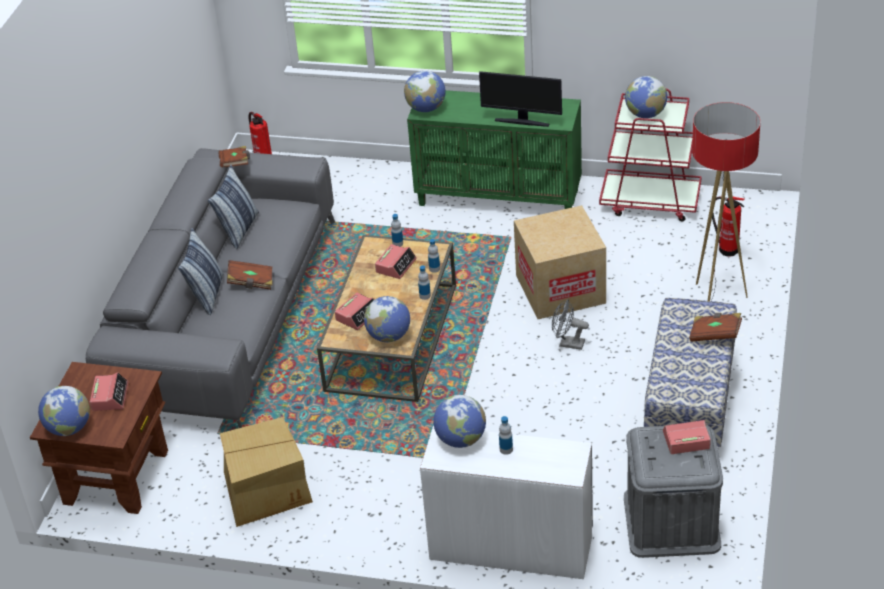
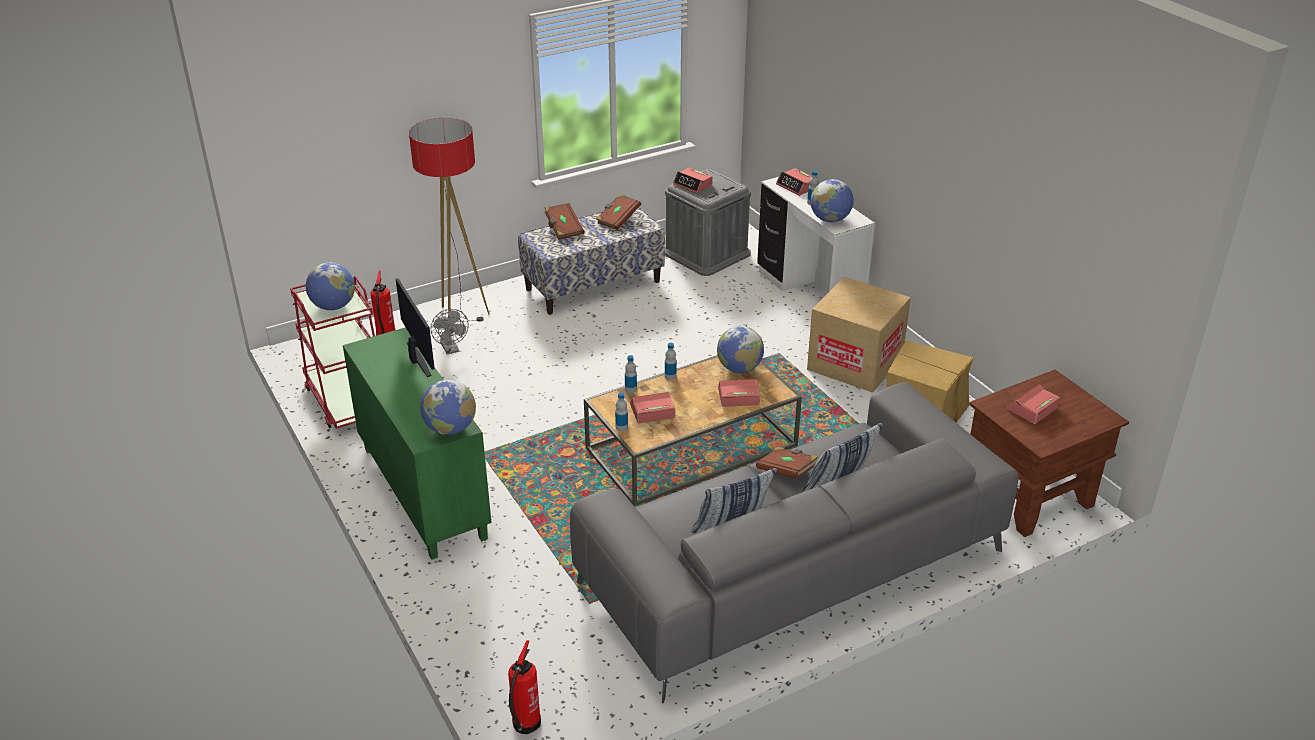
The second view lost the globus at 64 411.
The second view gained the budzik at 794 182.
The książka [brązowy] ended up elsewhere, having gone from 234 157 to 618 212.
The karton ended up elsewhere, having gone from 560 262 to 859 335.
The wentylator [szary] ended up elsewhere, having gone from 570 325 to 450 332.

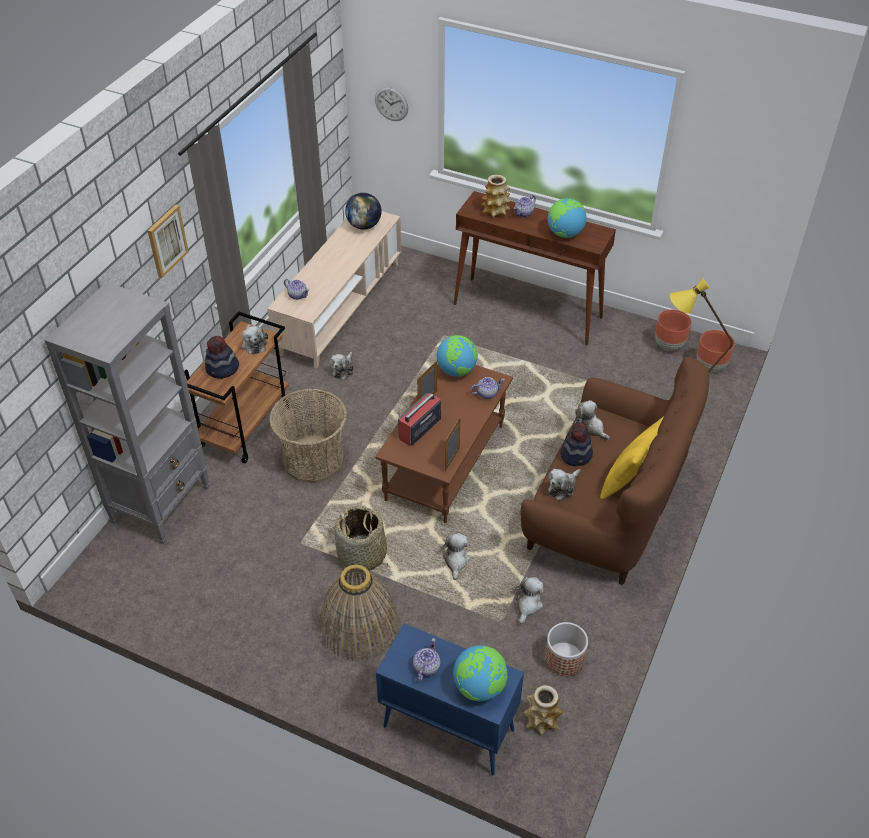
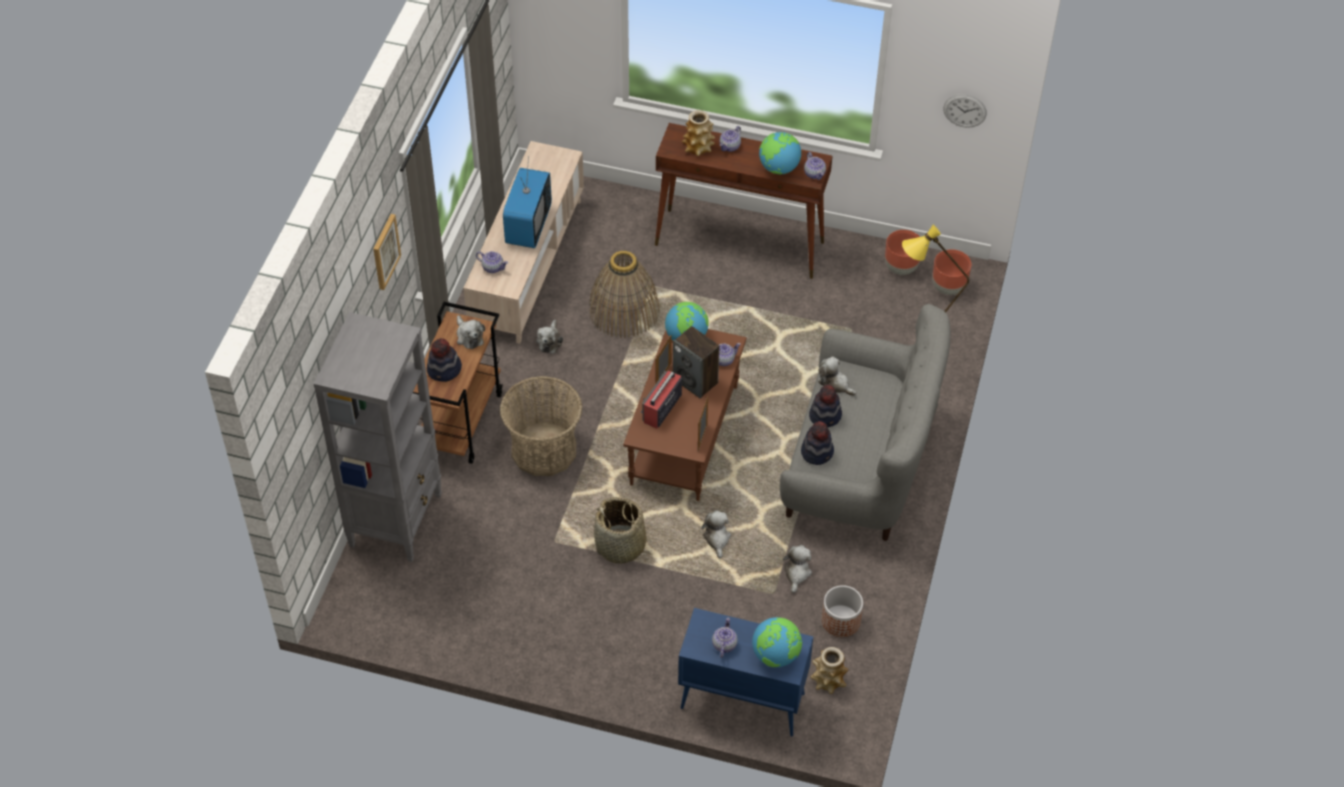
The second view lost the globus at 363 211.
The second view lost the poduszka [żółty] at 632 457.
The second view gained the telewizor at 527 202.
The second view gained the głośnik at 696 362.
The second view gained the imbryk at 815 166.
The koszyk ended up elsewhere, having gone from 360 612 to 624 294.
The zegar ścienny ended up elsewhere, having gone from 391 104 to 965 111.
Where the pluszak stood at 564 485, the kapelusz came to stand at 817 443.
What was the kanapa [brązowy] at 615 471 turned into the kanapa [szary] at 865 422.

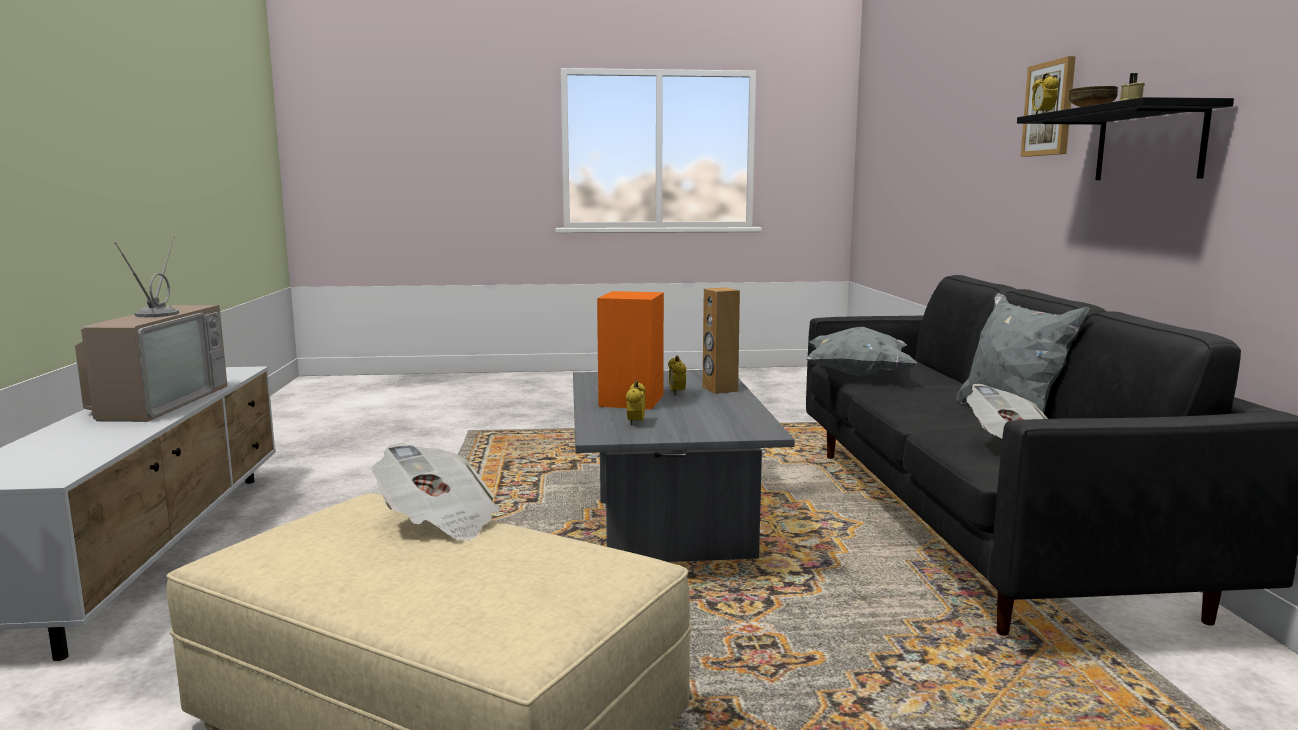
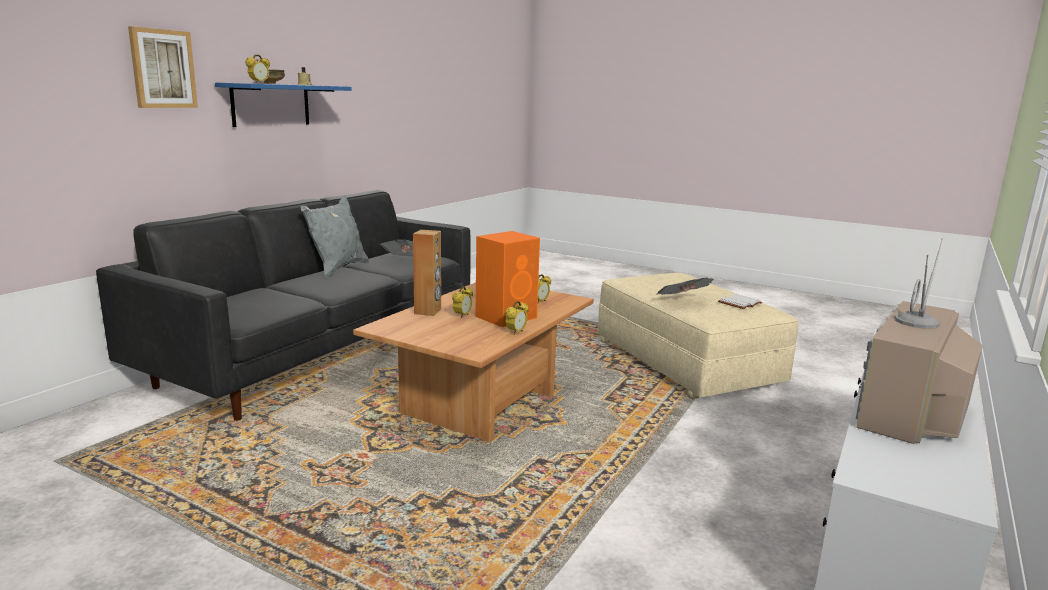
The second view lost the poduszka [szary] at 861 351.
The second view gained the budzik at 517 318.
The second view gained the książka [biały] at 740 301.
What was the ława [szary] at 684 466 turned into the ława [brązowy] at 473 362.
What was the półka [czarny] at 1125 138 turned into the półka [niebieski] at 283 105.

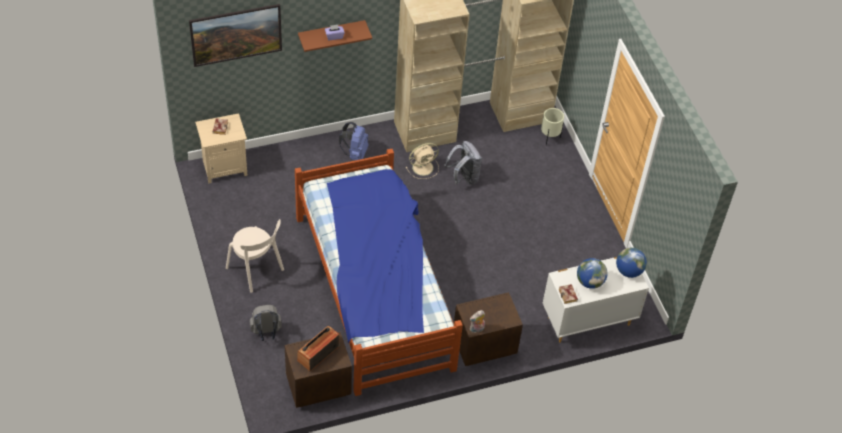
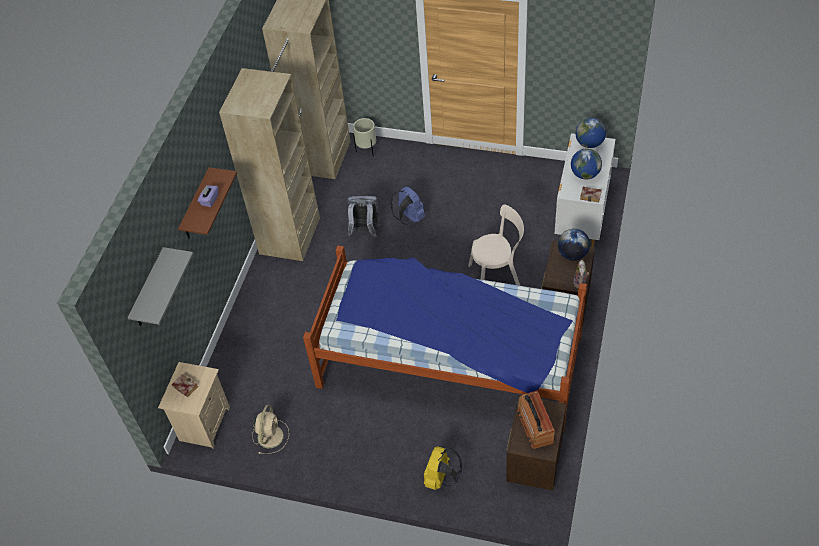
The second view gained the globus at 574 245.
The krzesło [beżowy] ended up elsewhere, having gone from 255 256 to 496 245.
The plecak [niebieski] ended up elsewhere, having gone from 354 141 to 407 205.
The wentylator [beżowy] ended up elsewhere, having gone from 422 161 to 270 429.
Where the obraz hung at 235 35, the półka [szary] came to hang at 160 286.
What was the plecak [szary] at 266 323 turned into the plecak [żółty] at 443 468.

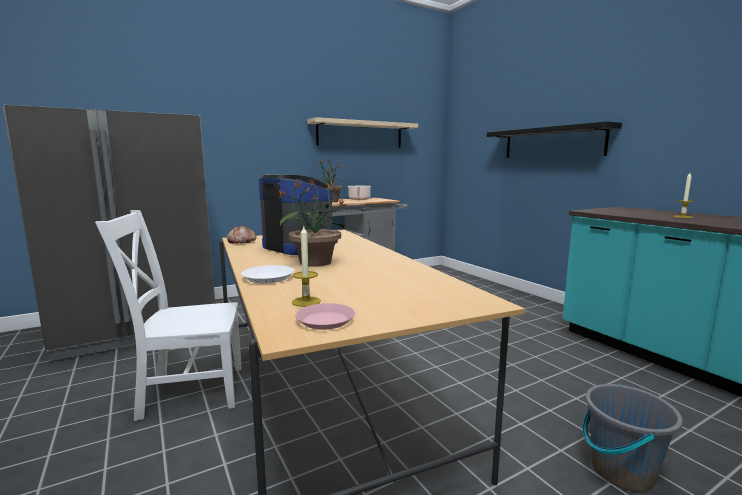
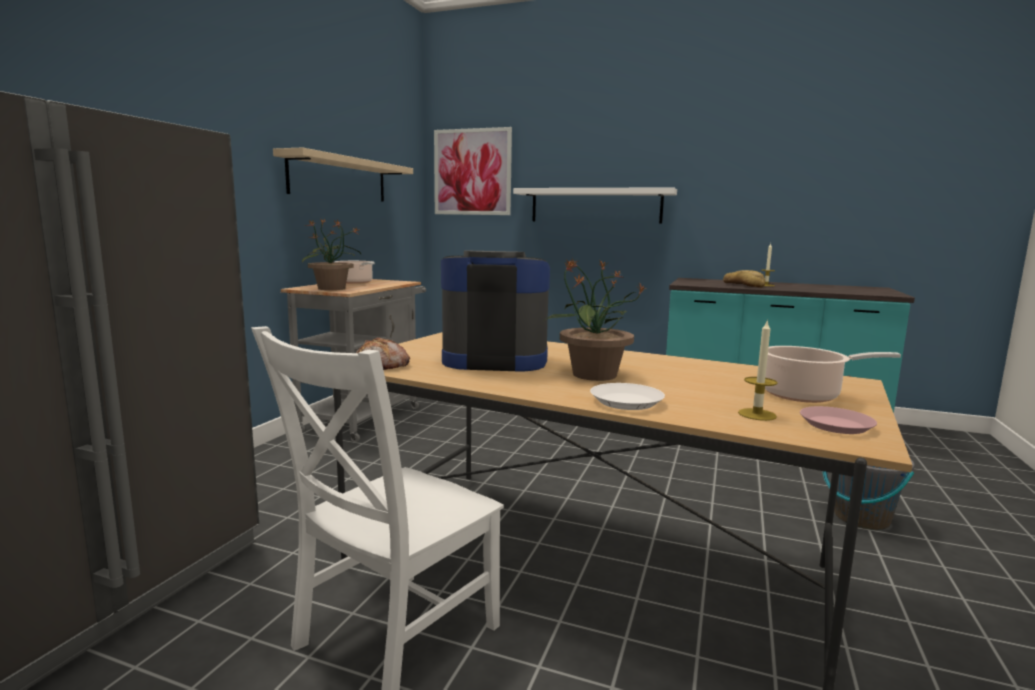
The second view gained the obraz at 473 171.
The second view gained the chleb at 744 279.
The second view gained the garnek at 833 374.
What was the półka [czarny] at 554 139 turned into the półka [biały] at 595 205.

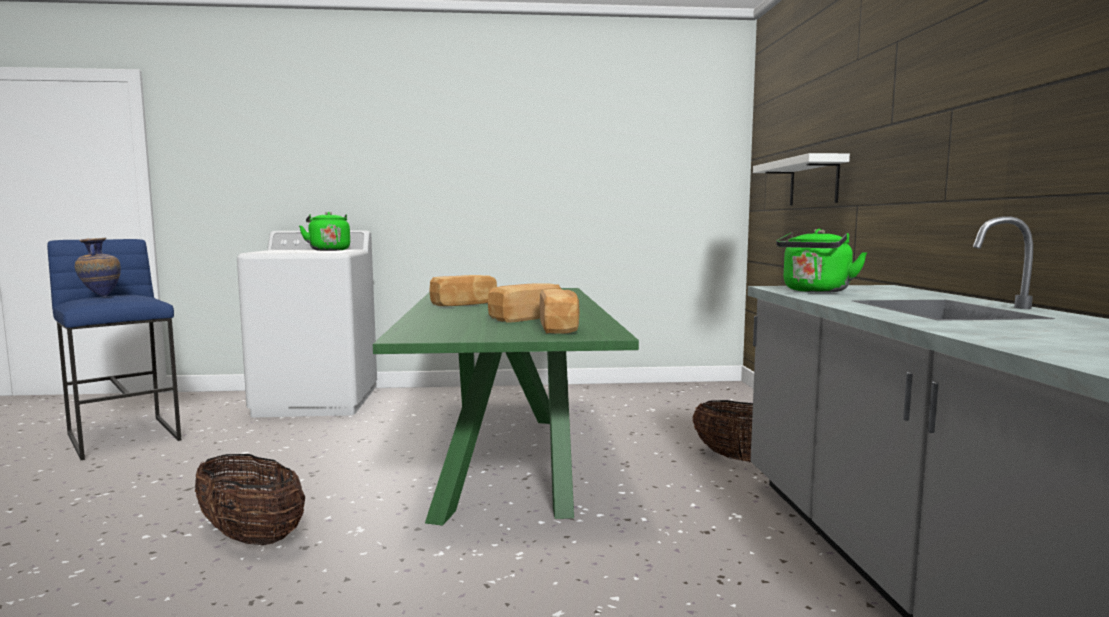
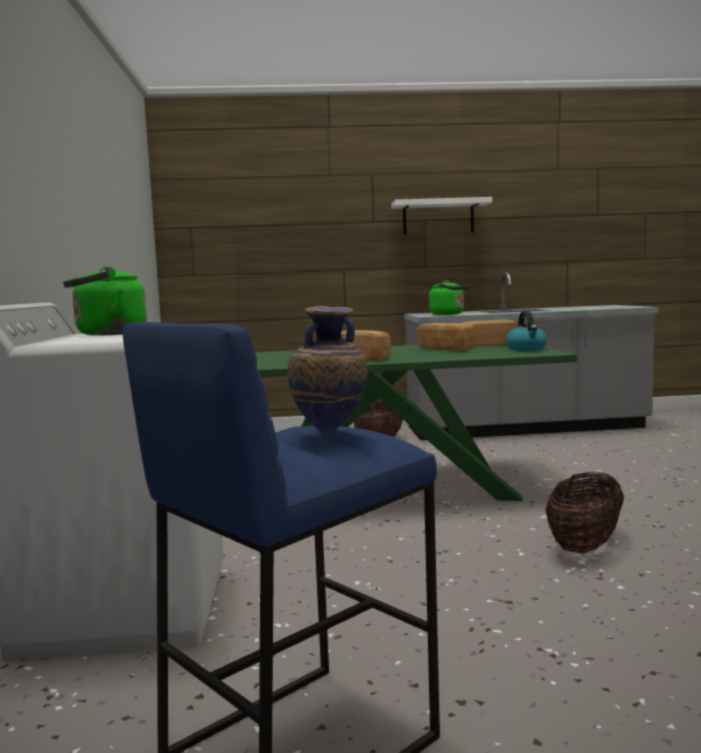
The second view gained the czajnik at 526 331.
The półka [biały] ended up elsewhere, having gone from 801 179 to 441 216.

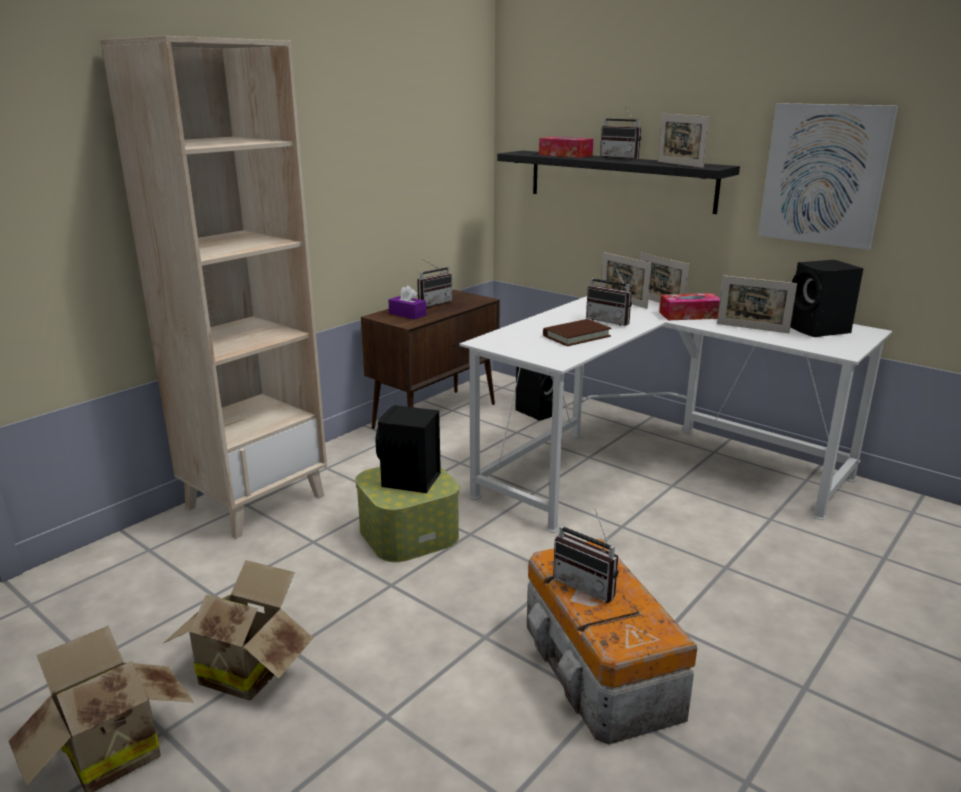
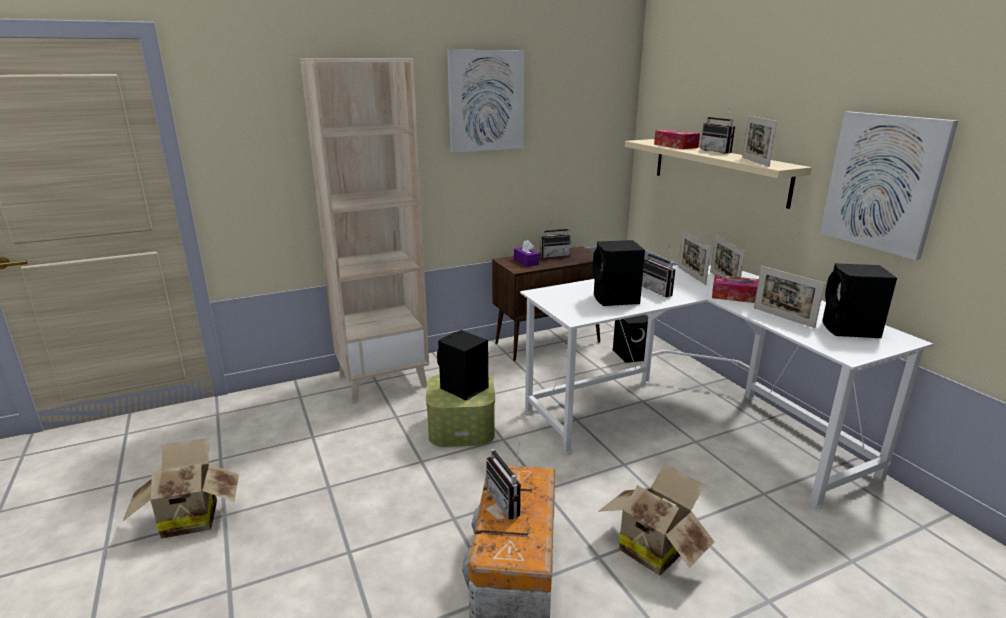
The second view gained the obraz at 485 101.
The karton ended up elsewhere, having gone from 237 630 to 656 520.
Where the książka [brązowy] stood at 577 332, the głośnik [czarny] came to stand at 619 273.
What was the półka [czarny] at 618 182 turned into the półka [beżowy] at 718 174.

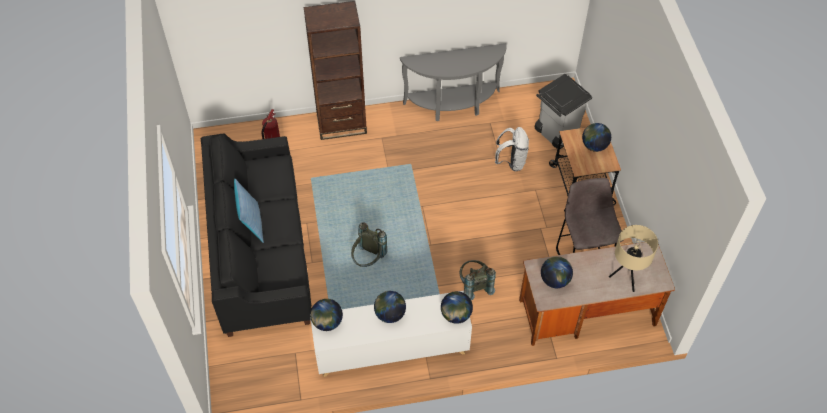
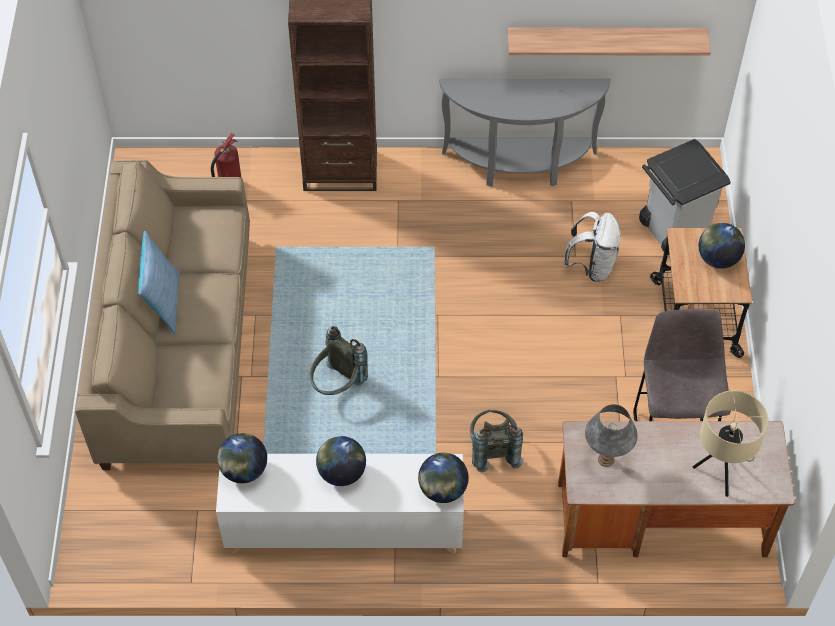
The second view gained the półka at 609 41.
Where the globus stood at 557 272, the lampa stołowa [szary] came to stand at 611 435.
What was the kanapa [czarny] at 256 235 turned into the kanapa [beżowy] at 162 315.

